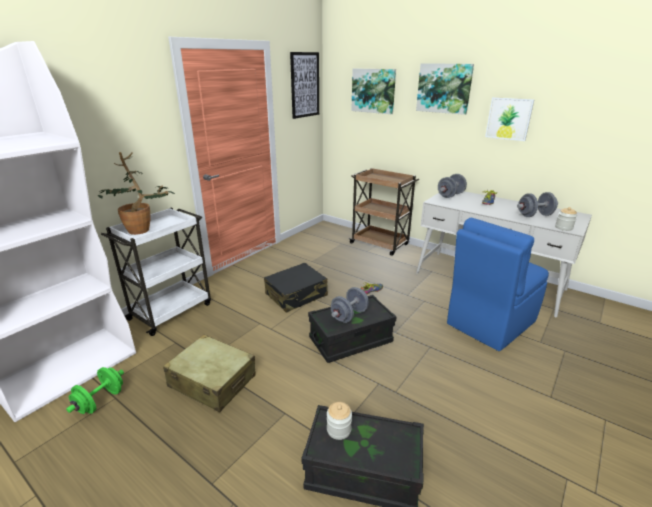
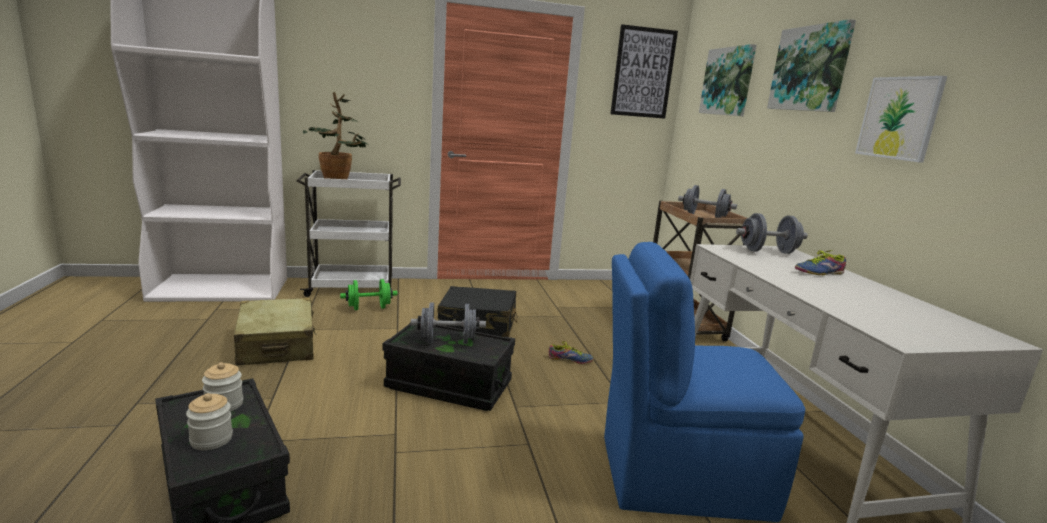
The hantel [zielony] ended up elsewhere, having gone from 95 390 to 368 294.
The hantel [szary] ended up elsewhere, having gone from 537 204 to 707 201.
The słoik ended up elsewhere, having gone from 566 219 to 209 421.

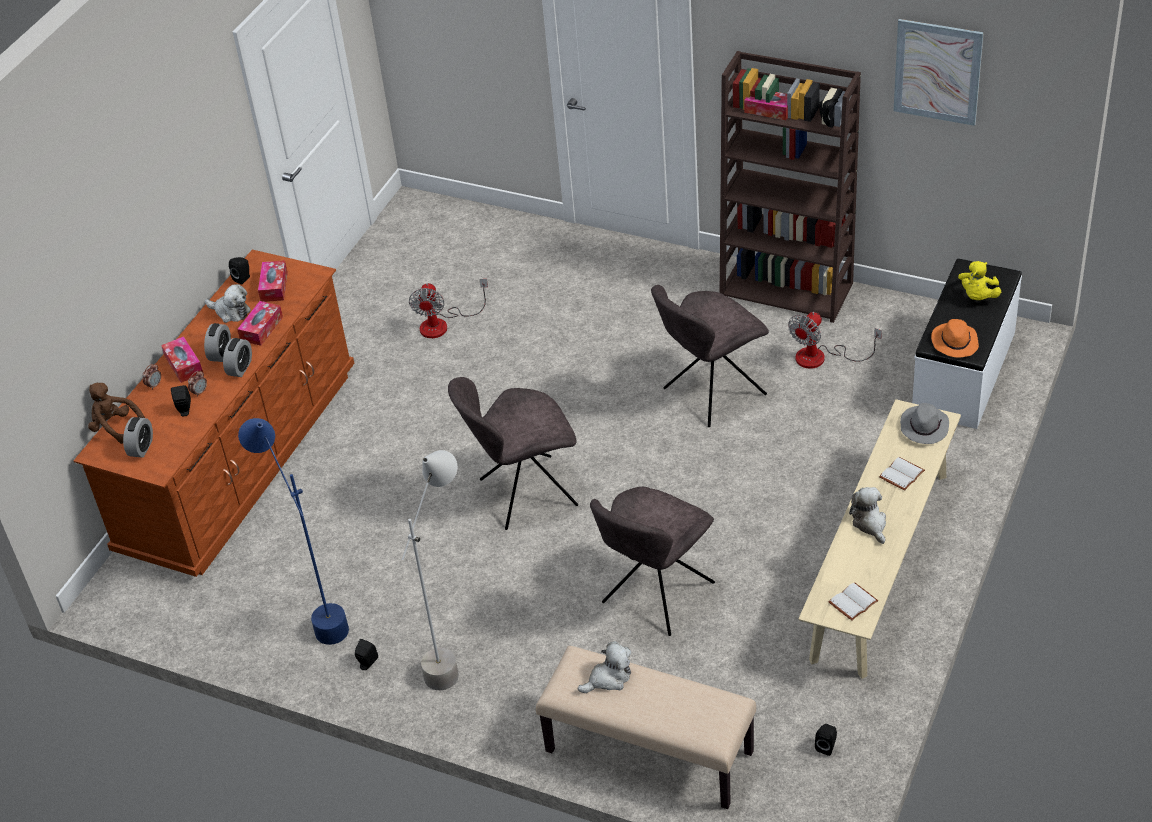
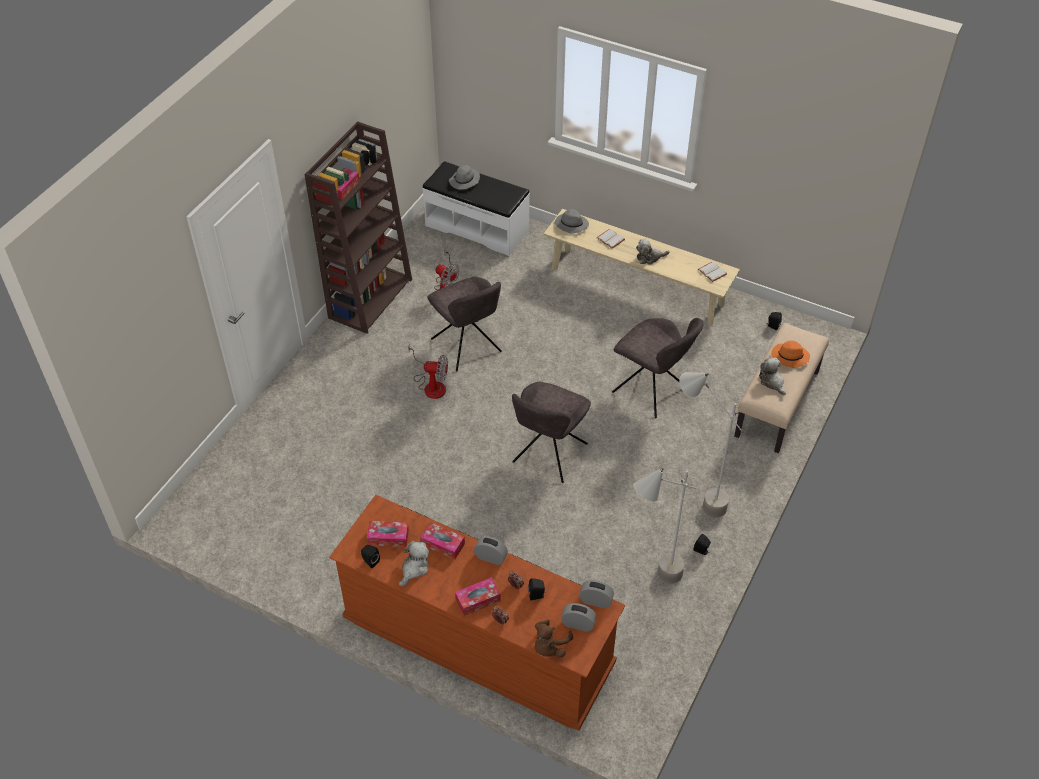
The second view lost the obraz at 938 72.
The budzik ended up elsewhere, having gone from 217 342 to 596 594.
The wentylator ended up elsewhere, having gone from 448 308 to 428 371.
The kapelusz [pomarańczowy] ended up elsewhere, having gone from 955 338 to 790 354.
Where the pluszak [żółty] stood at 979 280, the kapelusz [szary] came to stand at 464 177.
What was the lampa stojąca [niebieski] at 293 531 turned into the lampa stojąca [szary] at 665 525.
The krzesło [szary] at 513 453 ended up facing another way, 45 degrees clockwise from before.

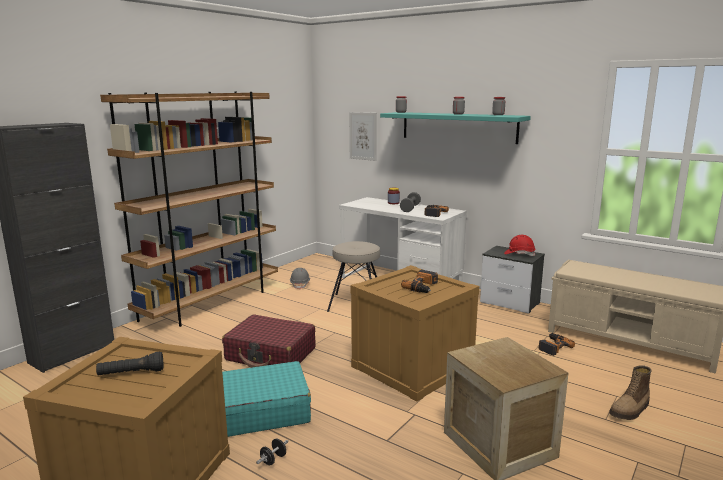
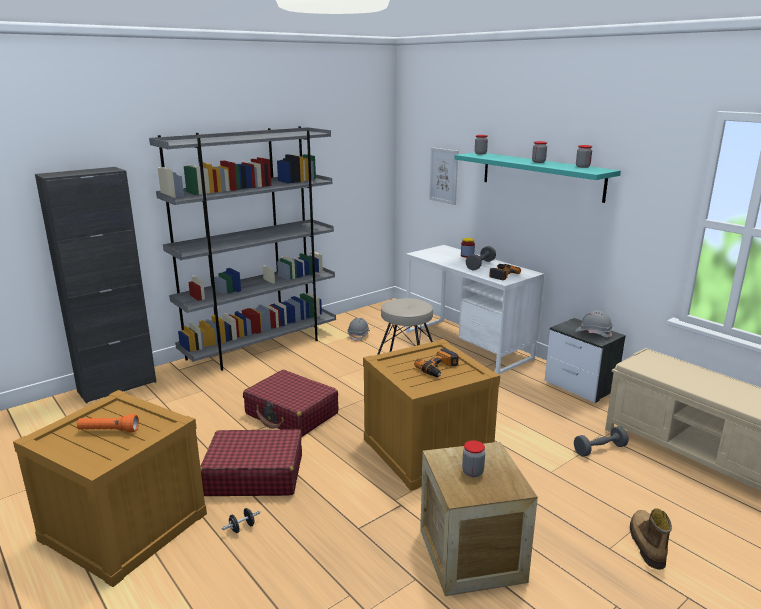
The second view gained the słoik at 473 458.
Where the wiertarka stood at 557 344, the hantel [szary] came to stand at 601 441.
What was the latarka [czarny] at 129 363 turned into the latarka [pomarańczowy] at 108 423.
What was the regał [brązowy] at 189 209 turned into the regał [szary] at 242 248.
What was the walizka [turkusowy] at 266 399 turned into the walizka [czerwony] at 251 462.
What was the kask [czerwony] at 520 245 turned into the kask [szary] at 594 323.
The but z cholewką at 630 392 ended up facing another way, 120 degrees clockwise from before.

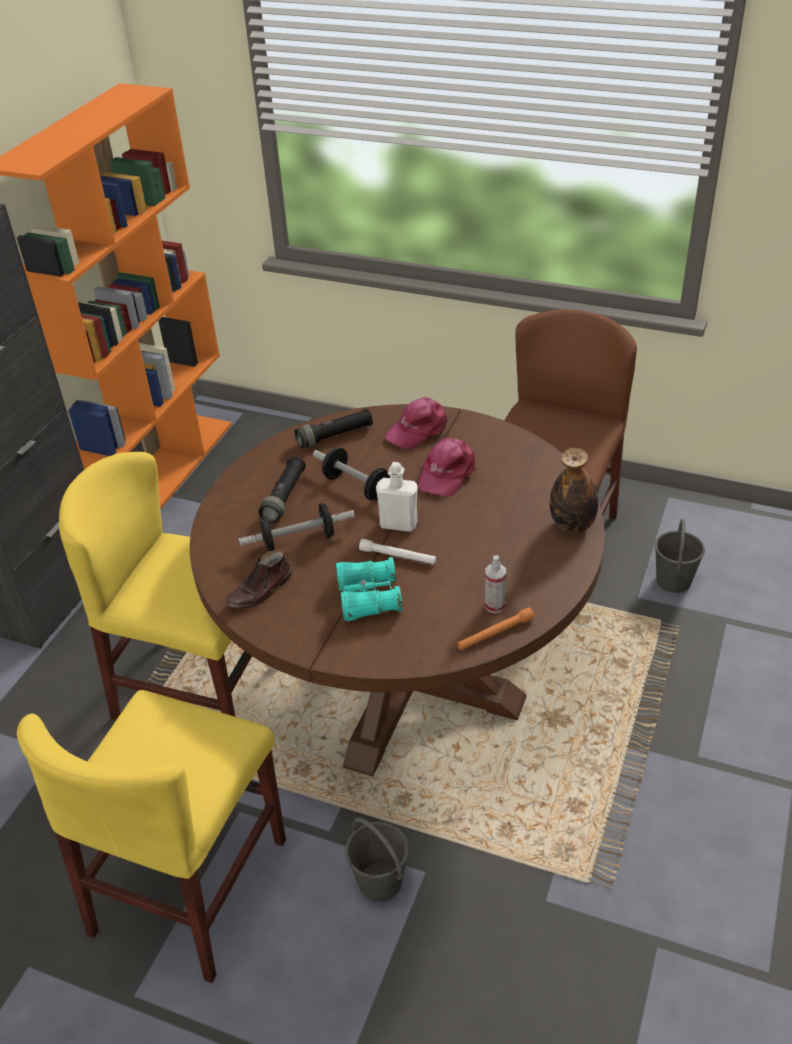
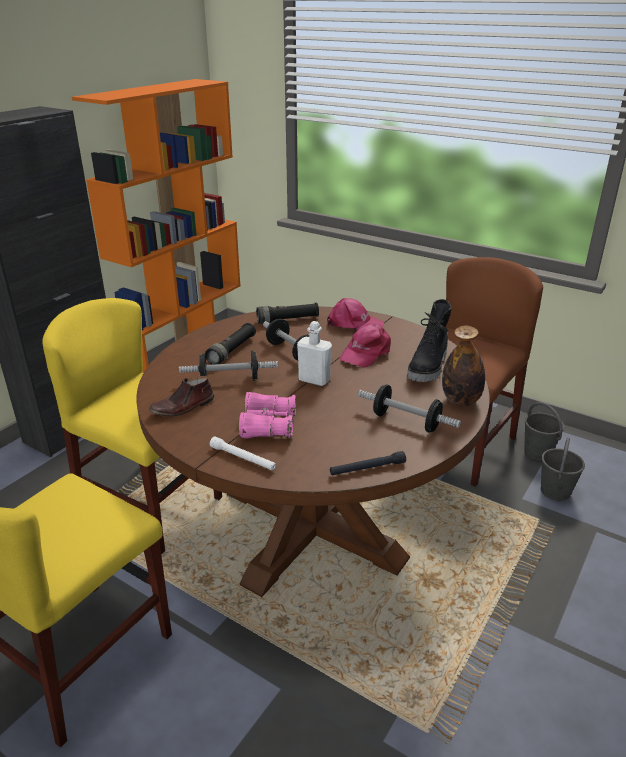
The second view lost the spryskiwacz at 495 584.
The second view gained the hantel at 409 408.
The second view gained the but z cholewką [czarny] at 429 340.
The wiadro [szary] ended up elsewhere, having gone from 377 859 to 544 431.
The latarka [biały] ended up elsewhere, having gone from 397 551 to 243 454.
What was the lornetka [turkusowy] at 369 589 turned into the lornetka [różowy] at 267 415.
What was the latarka [pomarańczowy] at 495 628 turned into the latarka [czarny] at 368 463.
The czapka z daszkiem [różowy] at 415 423 ended up facing another way, 135 degrees counterclockwise from before.

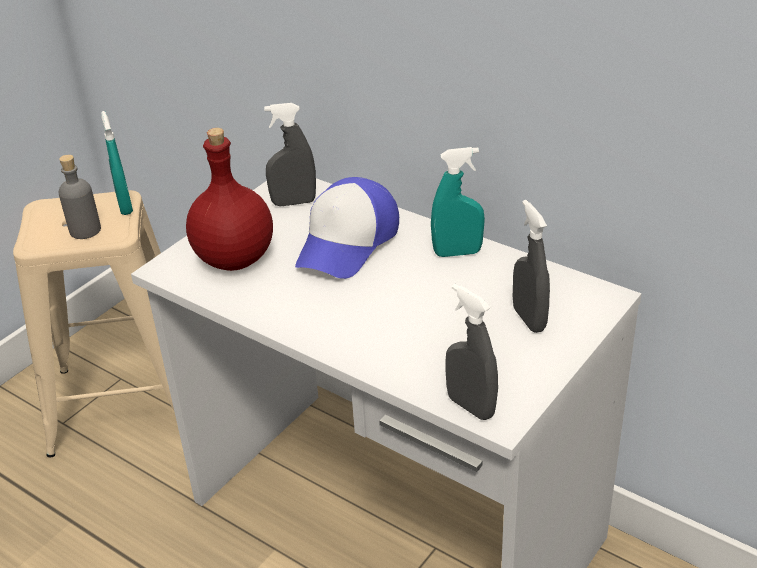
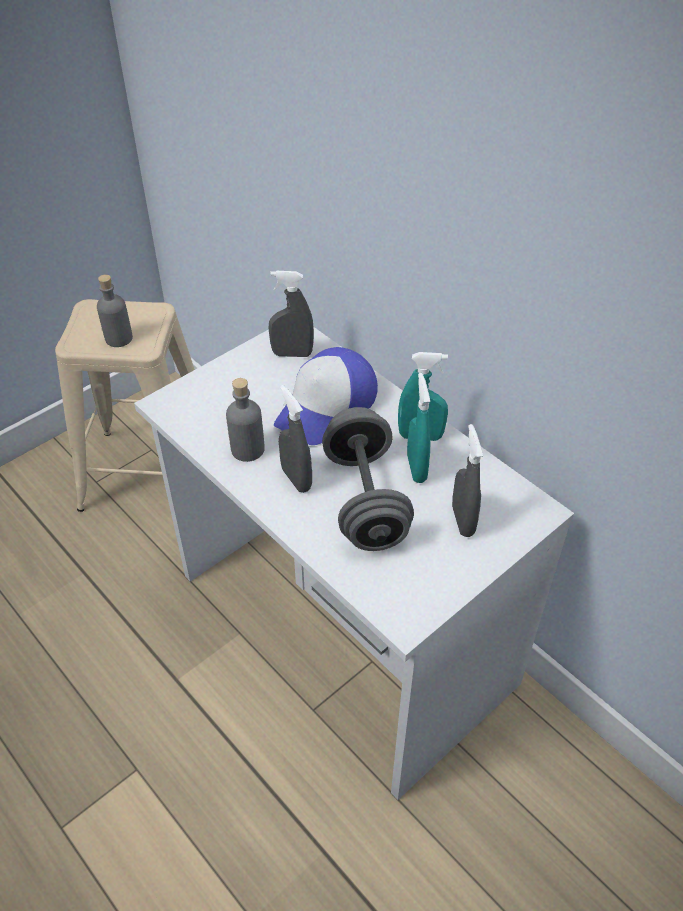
The second view lost the butelka [czerwony] at 229 199.
The second view gained the butelka [szary] at 245 420.
The second view gained the hantel [szary] at 368 479.
The spryskiwacz [turkusowy] ended up elsewhere, having gone from 117 163 to 419 428.
The spryskiwacz [szary] ended up elsewhere, having gone from 471 351 to 295 439.

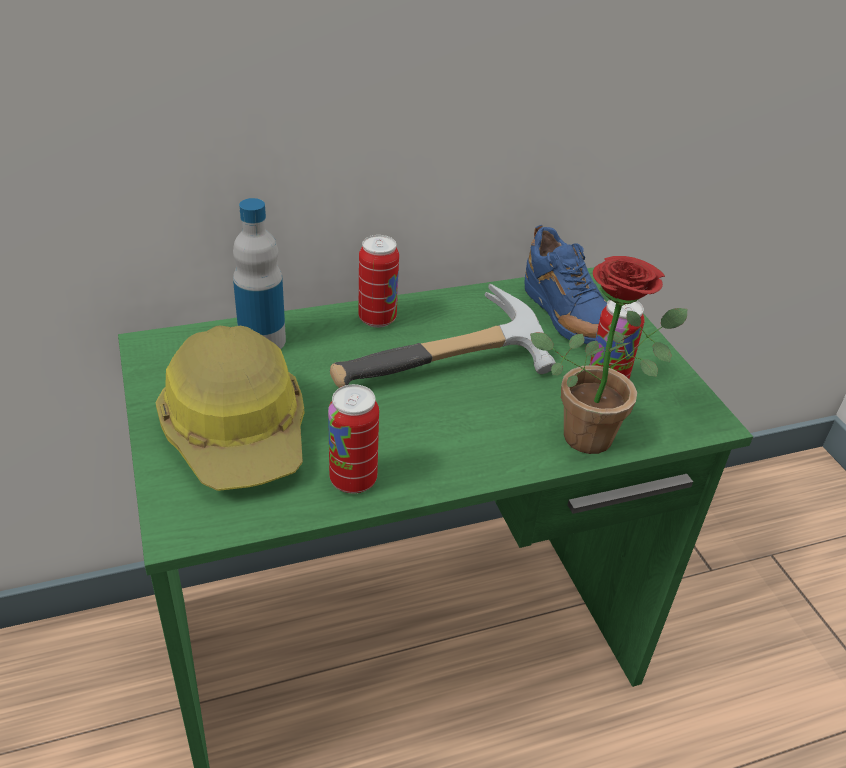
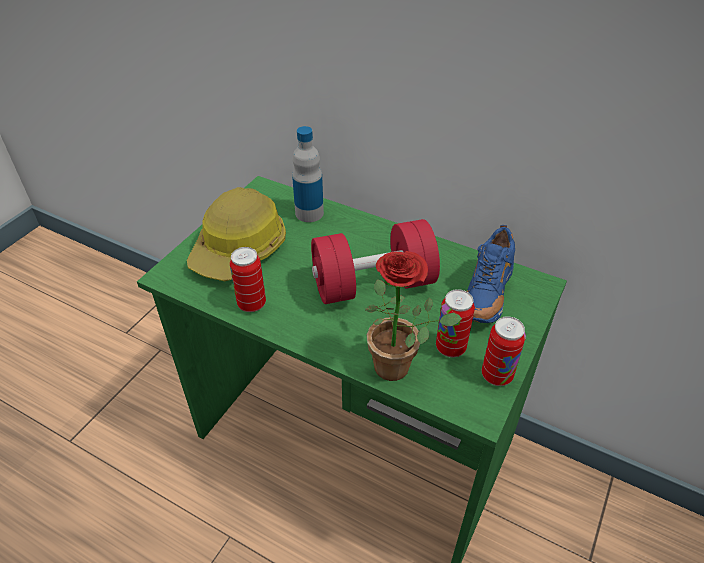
The puszka ended up elsewhere, having gone from 378 281 to 504 351.
Where the młotek stood at 443 336, the hantel [czerwony] came to stand at 375 261.

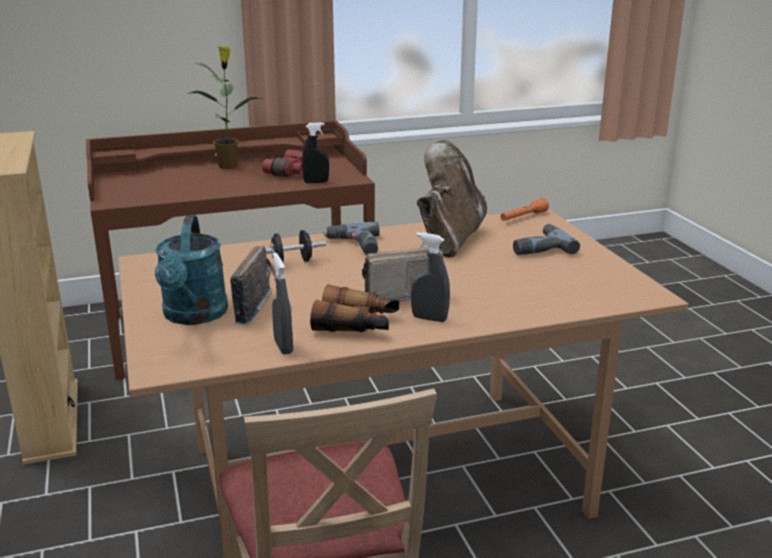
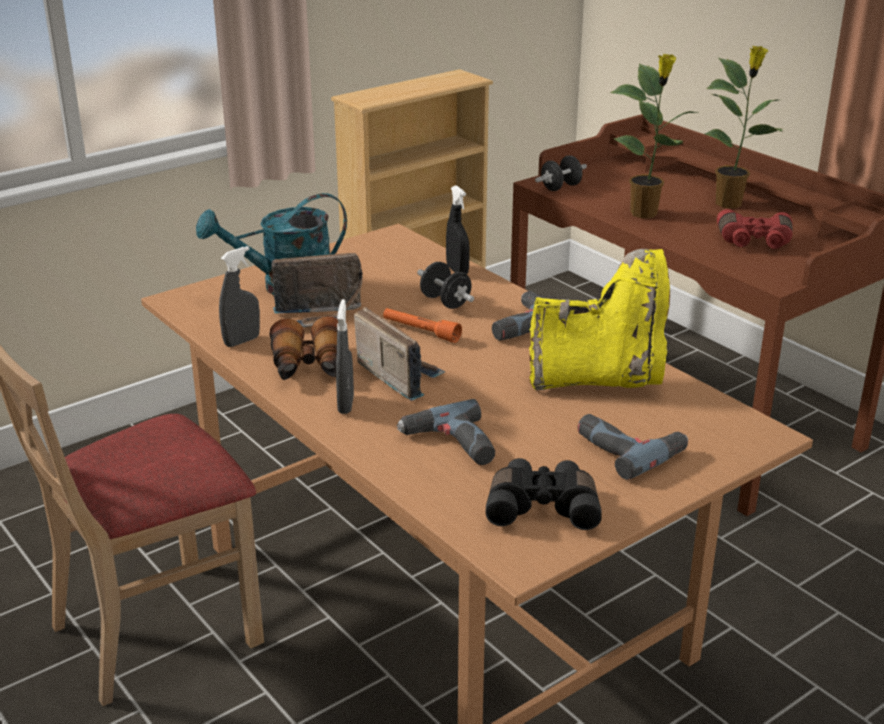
The second view gained the wiertarka at 445 432.
The second view gained the lornetka [czarny] at 544 494.
The second view gained the hantel [czarny] at 561 173.
The second view gained the roślina doniczkowa at 654 136.
The spryskiwacz [czarny] ended up elsewhere, having gone from 315 152 to 458 229.
The latarka [pomarańczowy] ended up elsewhere, having gone from 524 209 to 422 325.
What was the but z cholewką [brązowy] at 452 199 turned into the but z cholewką [żółty] at 599 319.

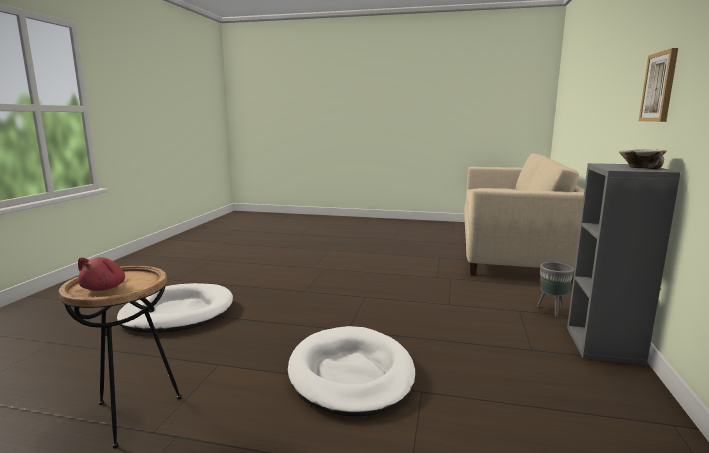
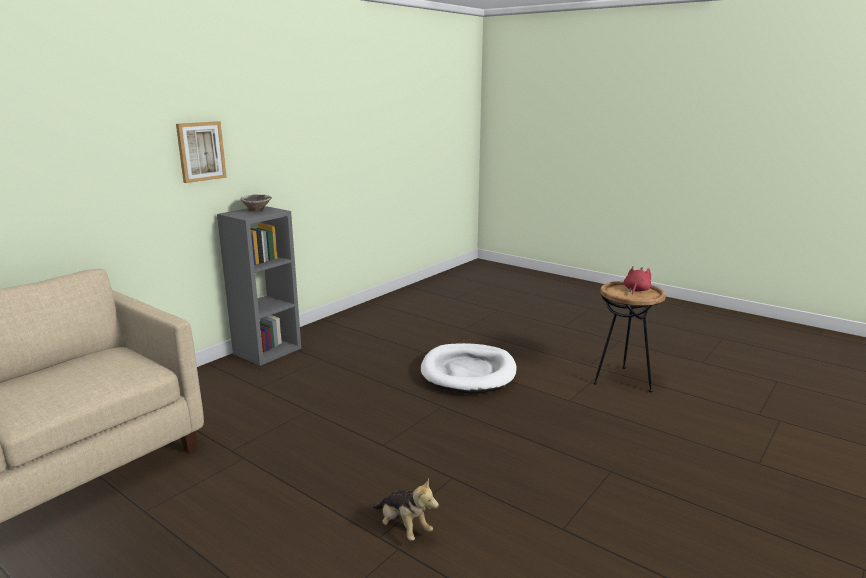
The second view lost the legowisko [biały] at 175 308.
The second view lost the donica [szary] at 555 289.
The second view gained the pluszak at 406 509.

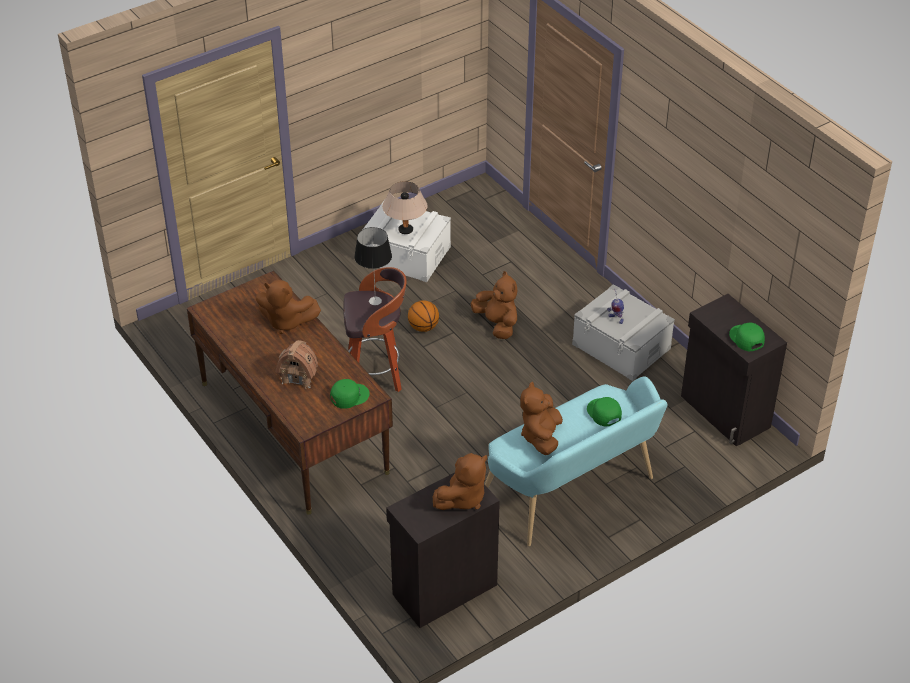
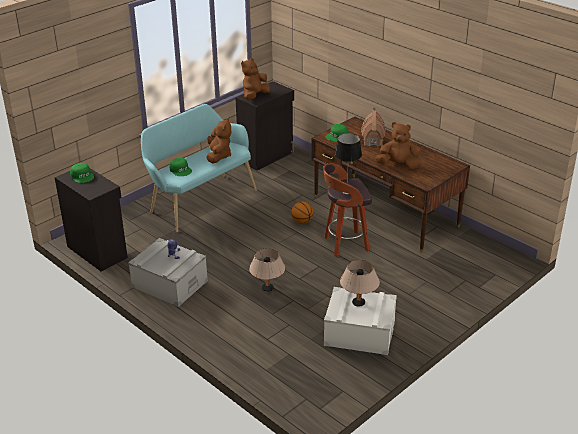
The piłka do koszykówki ended up elsewhere, having gone from 423 316 to 302 213.
Where the pluszak [brązowy] stood at 493 305, the lampa stołowa [beżowy] came to stand at 267 270.

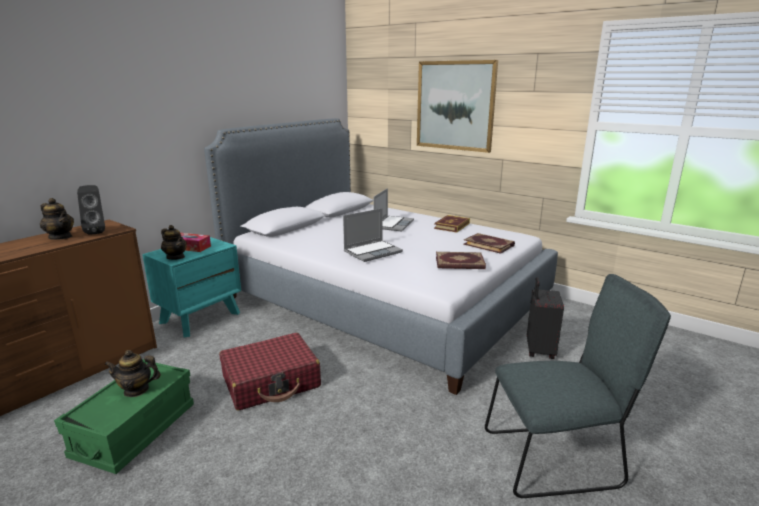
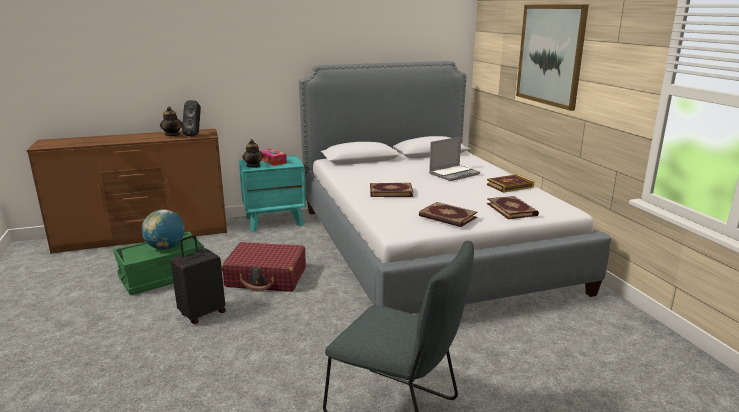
The walizka [czarny] ended up elsewhere, having gone from 545 318 to 198 279.
Where the imbryk stood at 132 373, the globus came to stand at 163 229.
Where the laptop stood at 373 235, the książka came to stand at 391 190.

